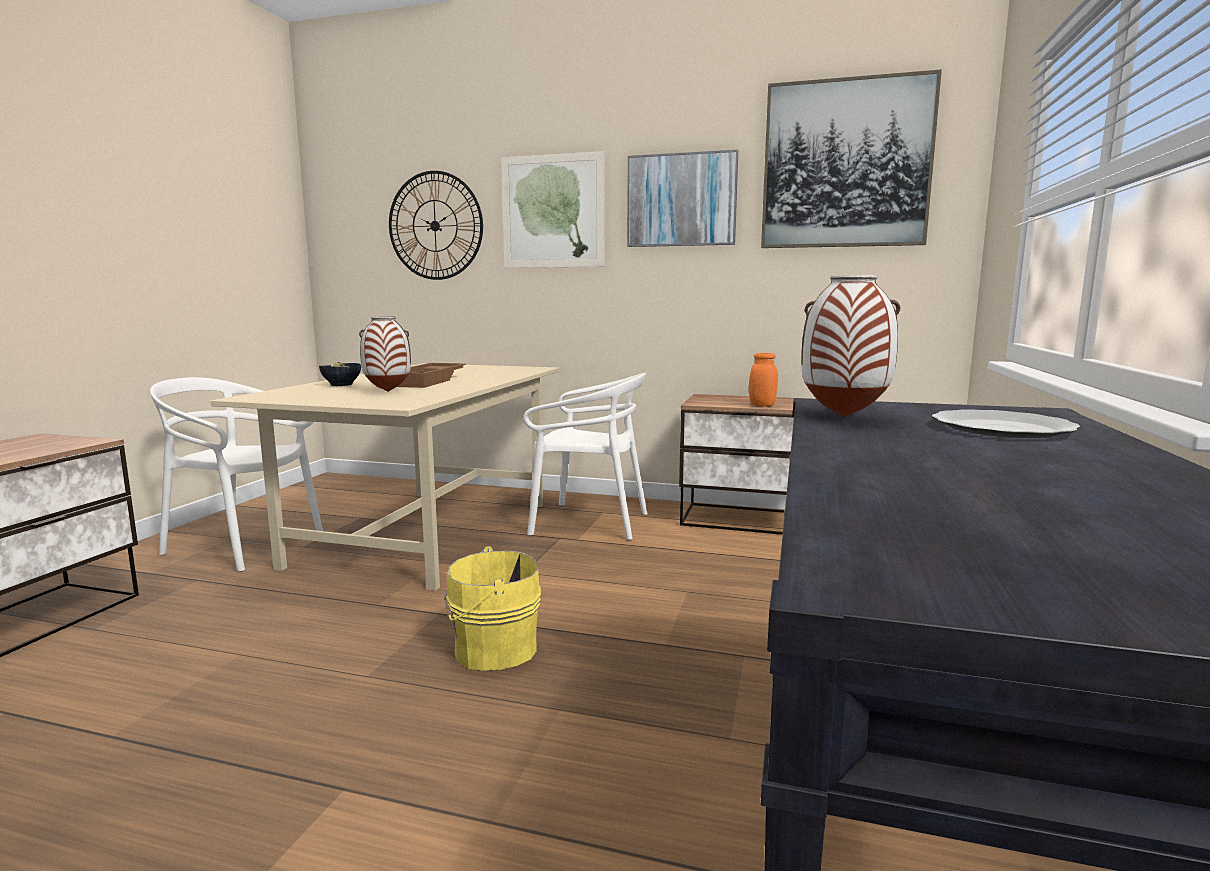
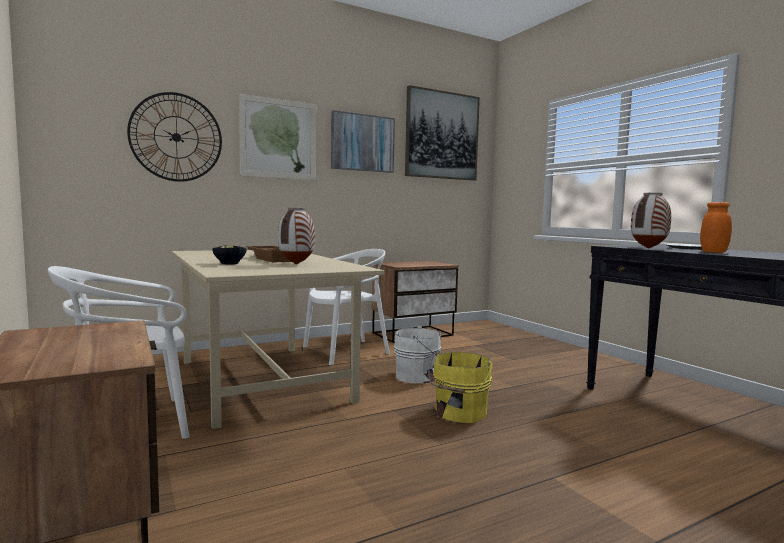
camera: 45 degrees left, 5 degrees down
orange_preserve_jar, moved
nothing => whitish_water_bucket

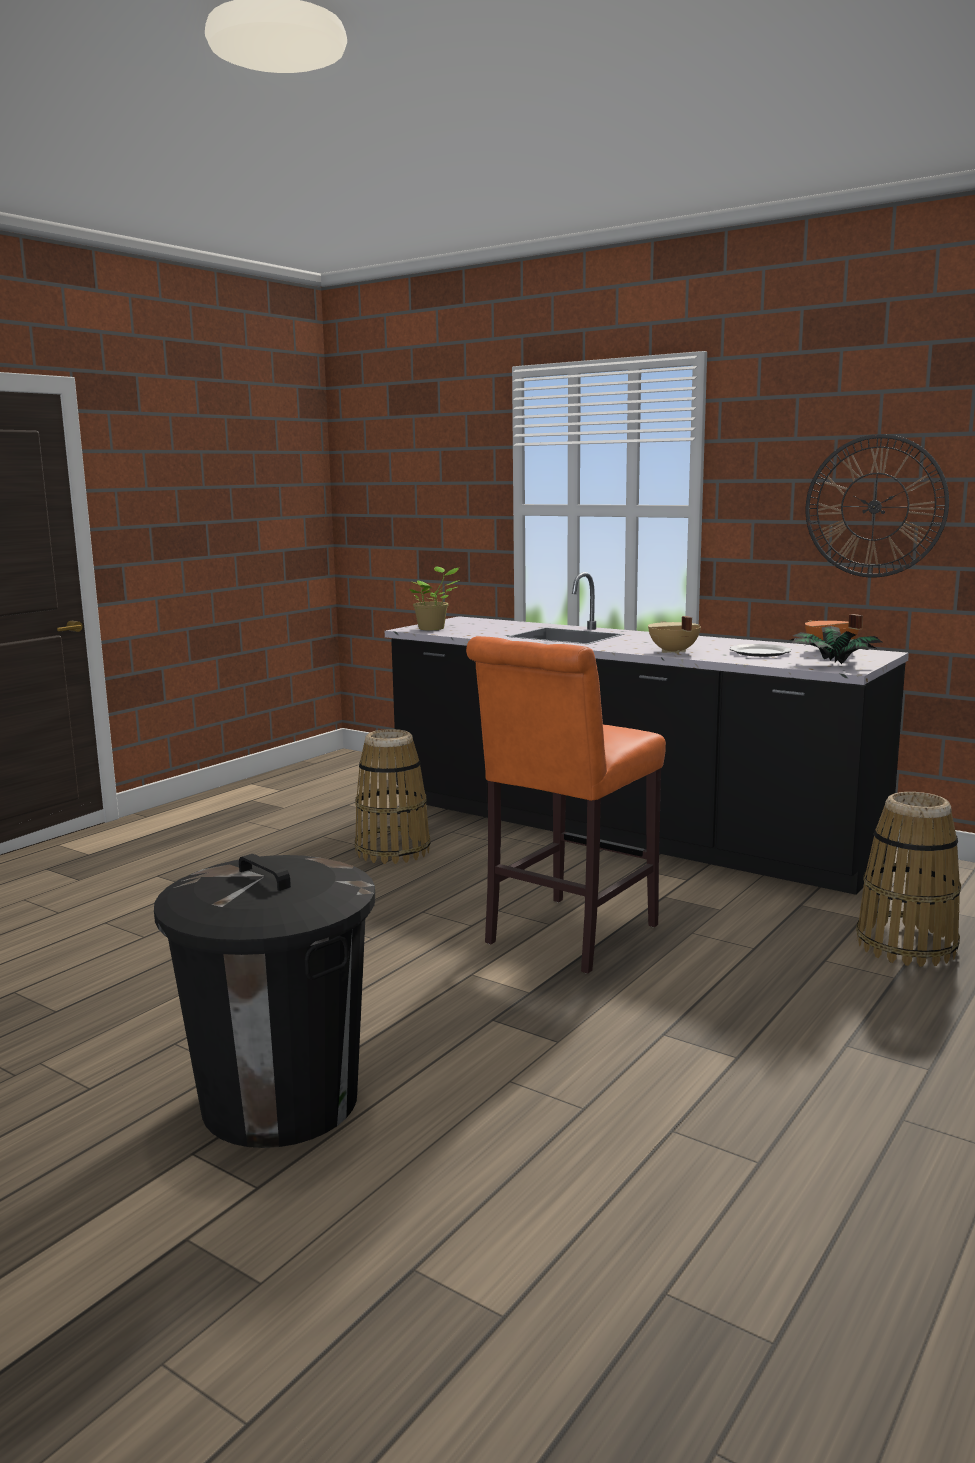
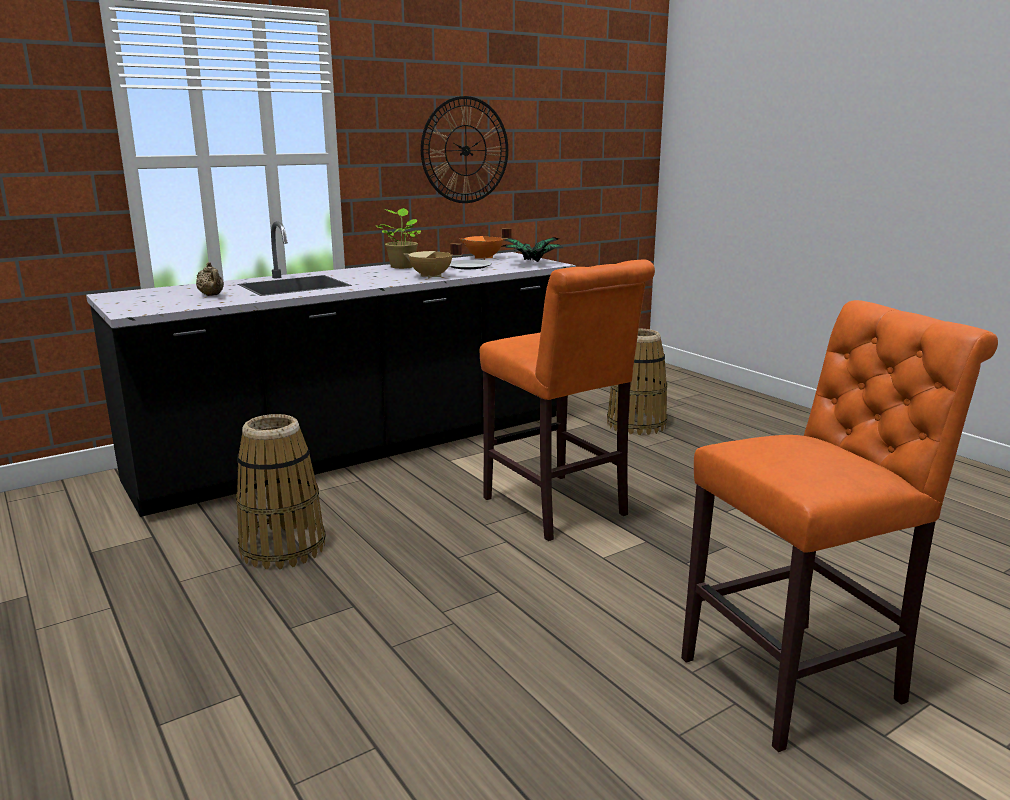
camera: 70 degrees left, 5 degrees up
houseplant (1st from left), moved
black-coloured_rubbish_bin => orange_stool (2nd from left)
nothing => sand-coloured_tea_pot

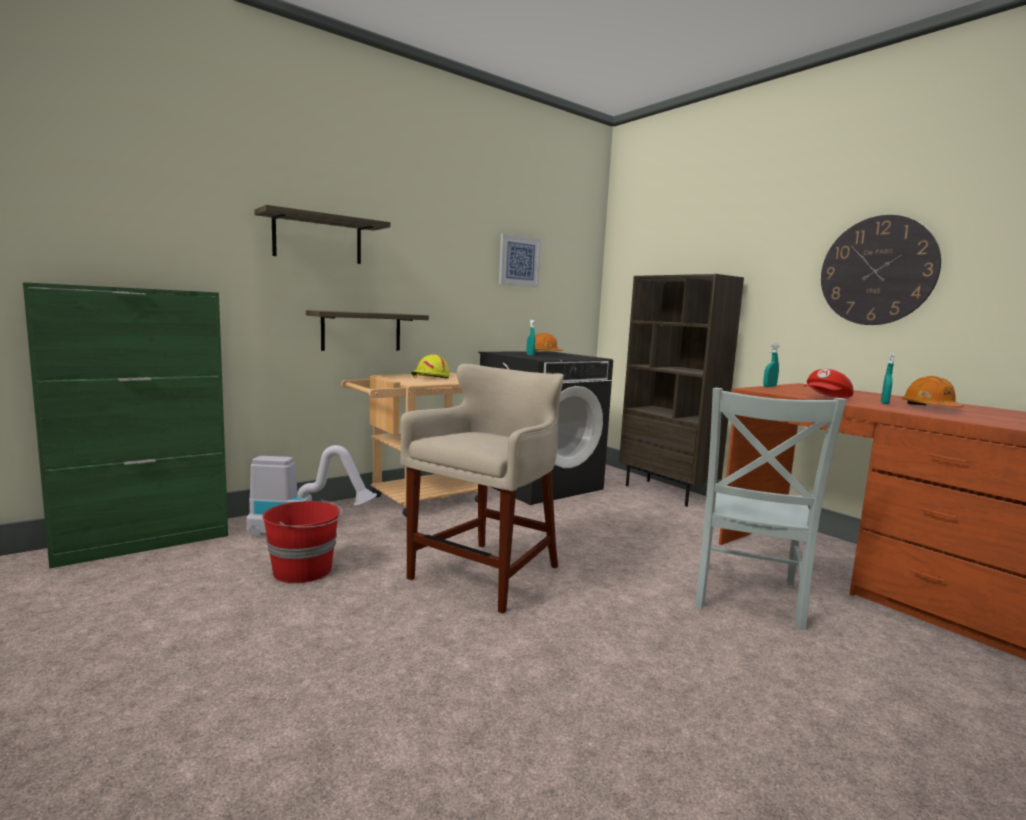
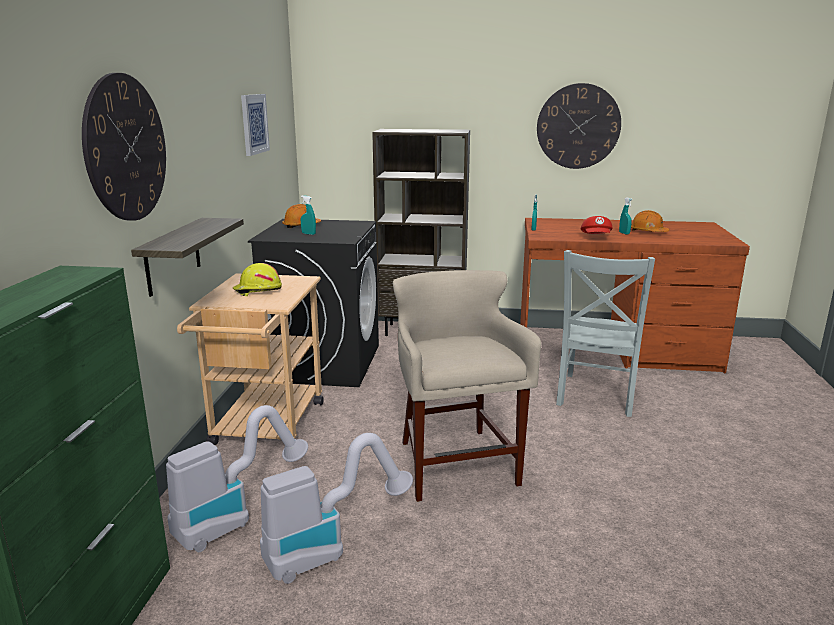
camera: 45 degrees left, 10 degrees up
bracket_shelf (1st from left) => wall_clock (1st from left)
greyish_chair, 45 degrees clockwise
reddish_water_bucket => vacuum (2nd from left)

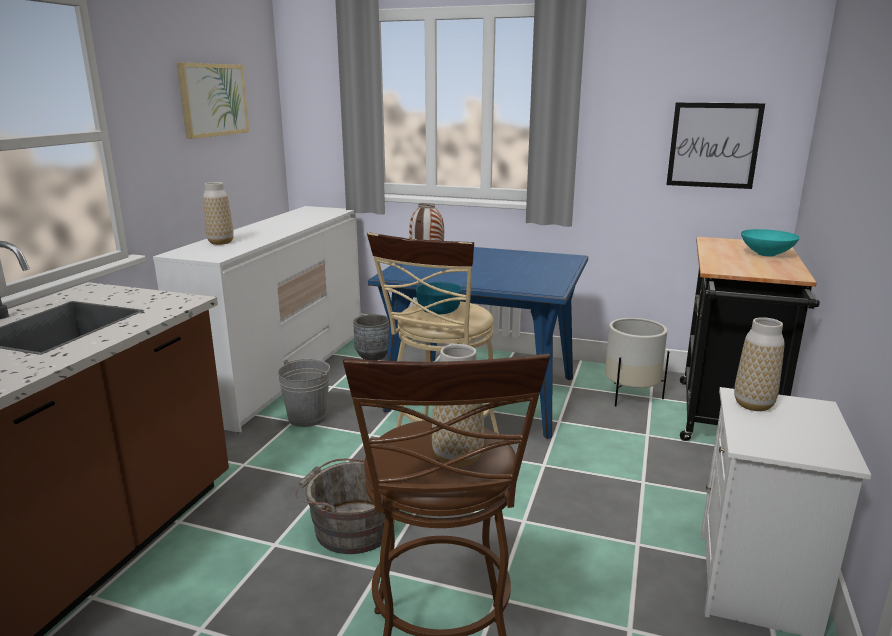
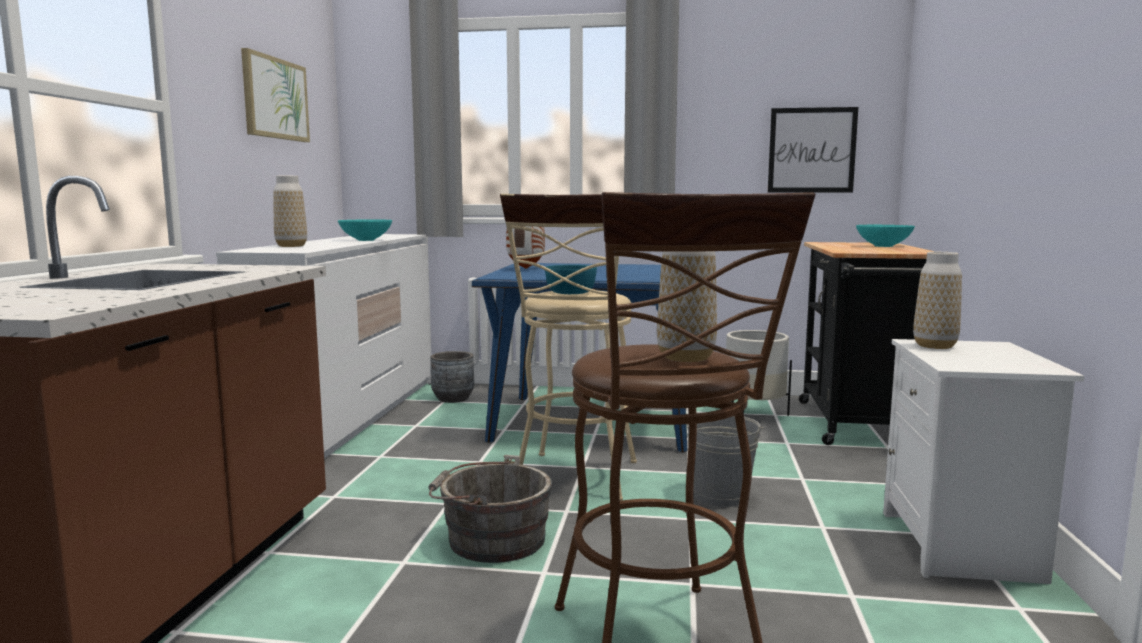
camera: 10 degrees left, 10 degrees down
greyish_water_bucket (1st from left in the first image) => greyish_water_bucket (2nd from left), moved
nothing => blue-green_deep_dish (1st from left)

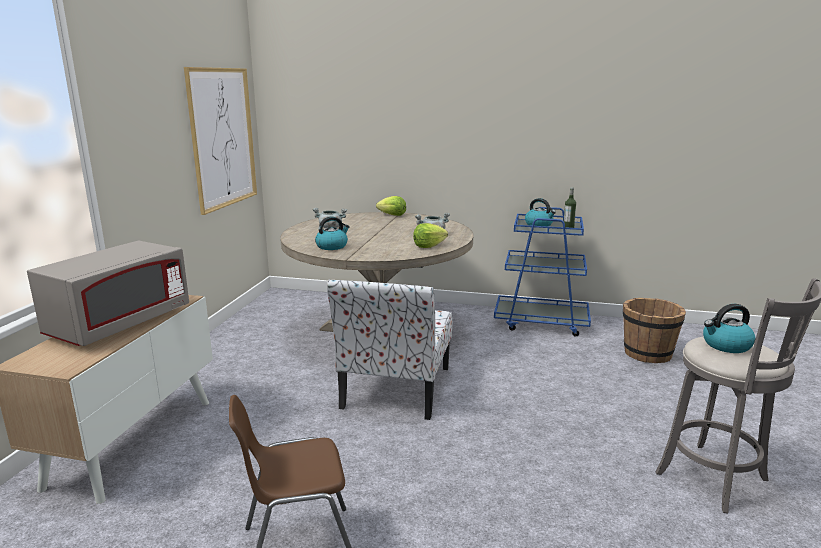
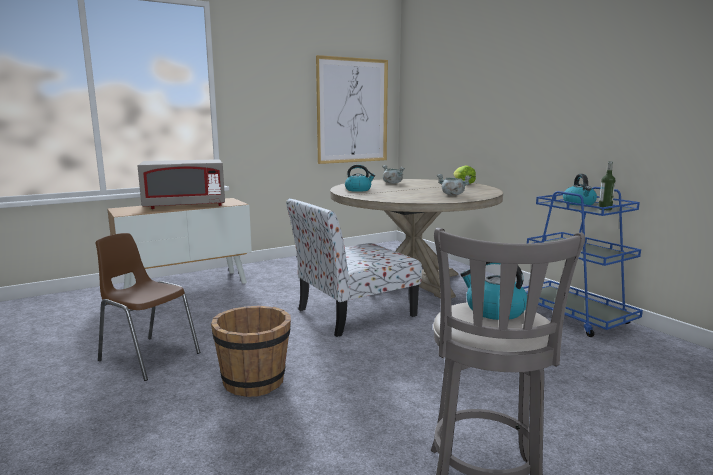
camera: 45 degrees right, 5 degrees down
lettuce (2nd from left) => nothing
brown-coloured_water_bucket, moved

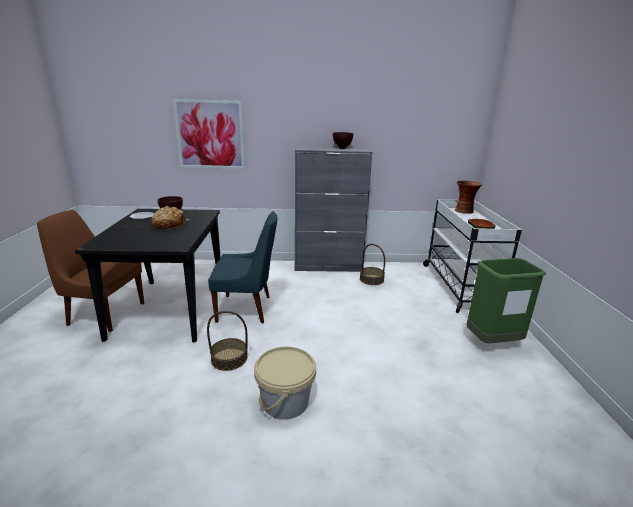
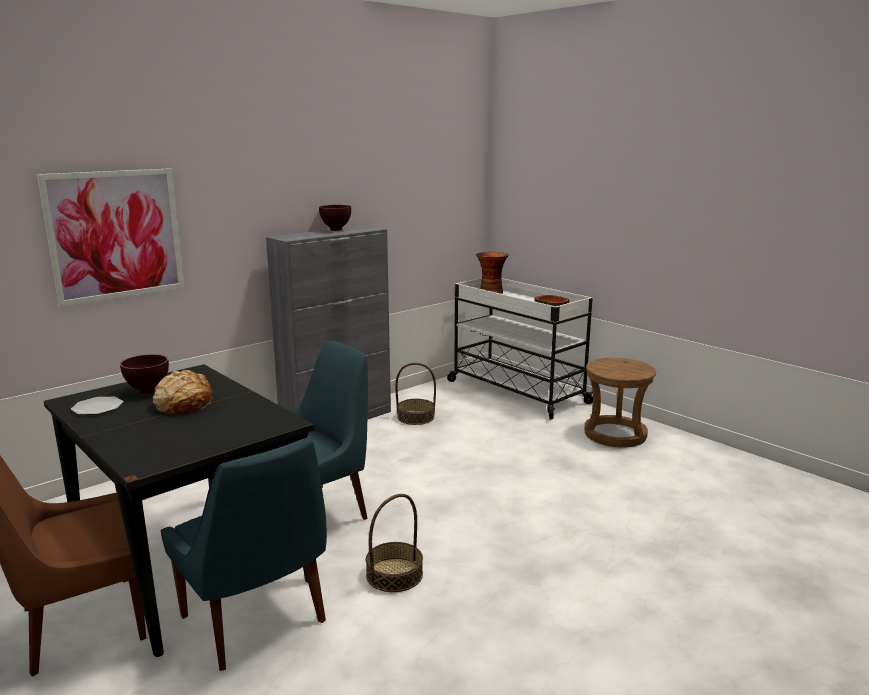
camera: 40 degrees left, 5 degrees down
greenish_rubbish_bin => brown-coloured_stool
sand-coloured_water_bucket => nothing
nothing => blue-coloured_chair (1st from left)

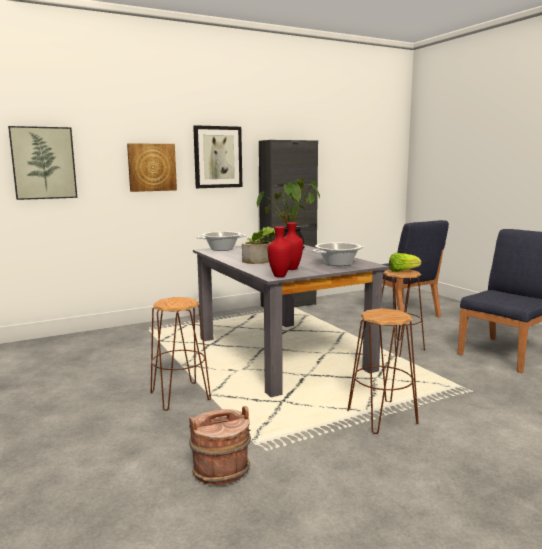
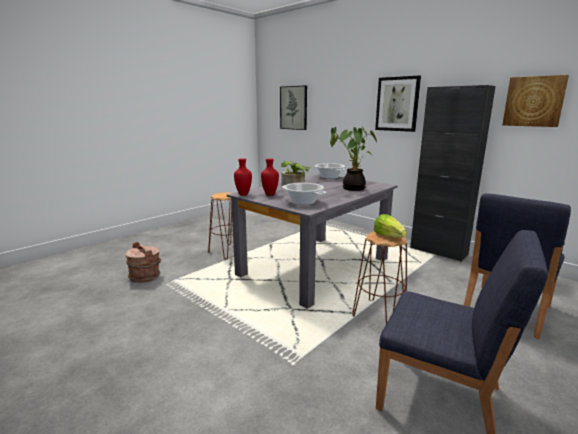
camera: 70 degrees right, 5 degrees up
picture (2nd from left in the first image) => picture (3rd from left), moved
brown-coloured_stool (2nd from left) => nothing

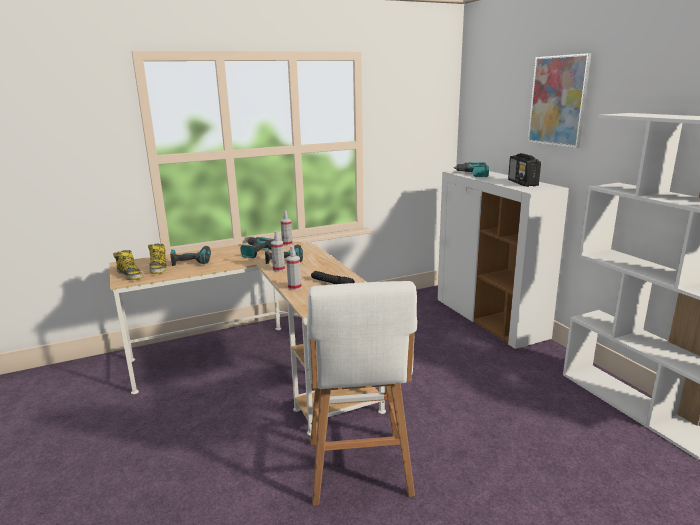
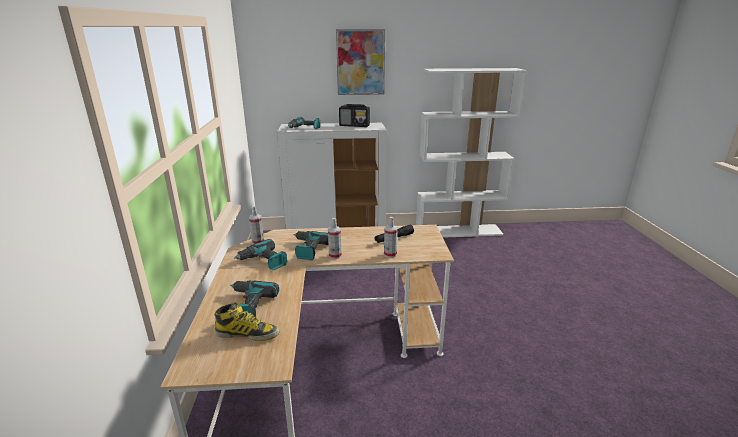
camera: 70 degrees left, 5 degrees up
boot (1st from left) => nothing
whitish_stool => nothing

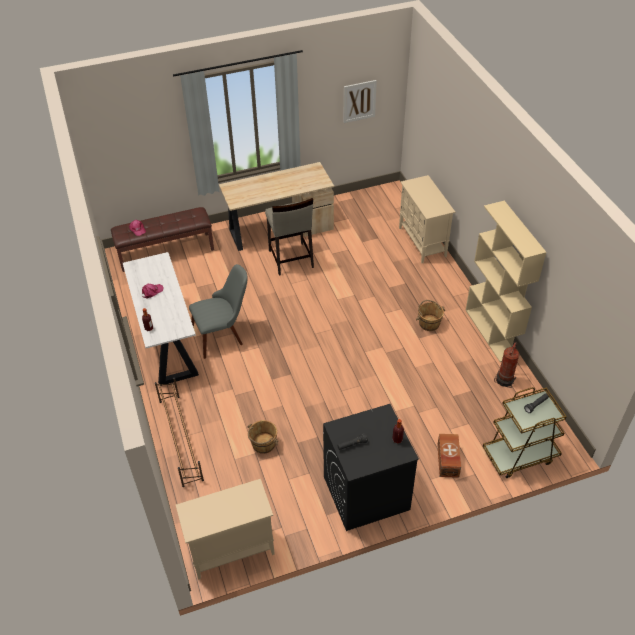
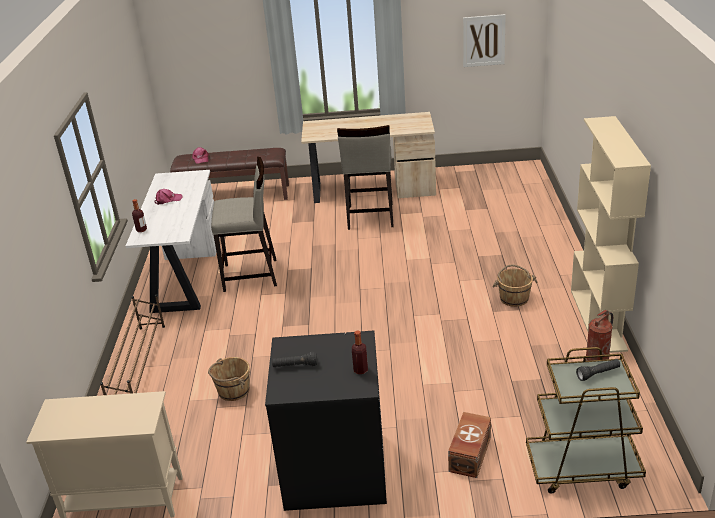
camera: 20 degrees right, 15 degrees down
sand-coloured_cupboard (2nd from left) => nothing
greyish_chair => sand-coloured_stool (1st from left)

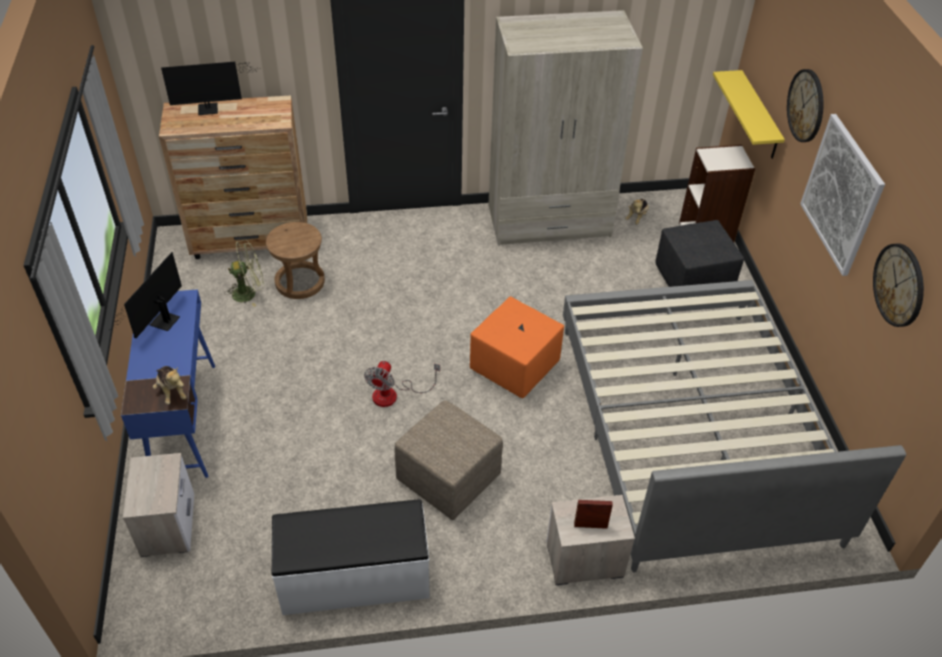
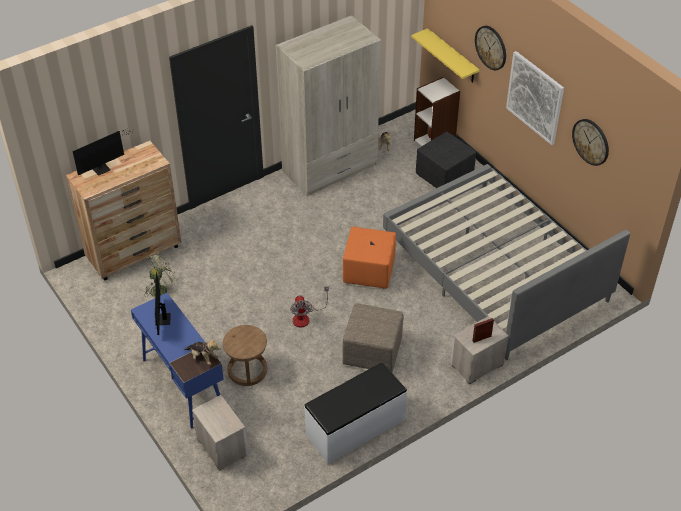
camera: 25 degrees left, 0 degrees up
brown-coloured_stool, moved

